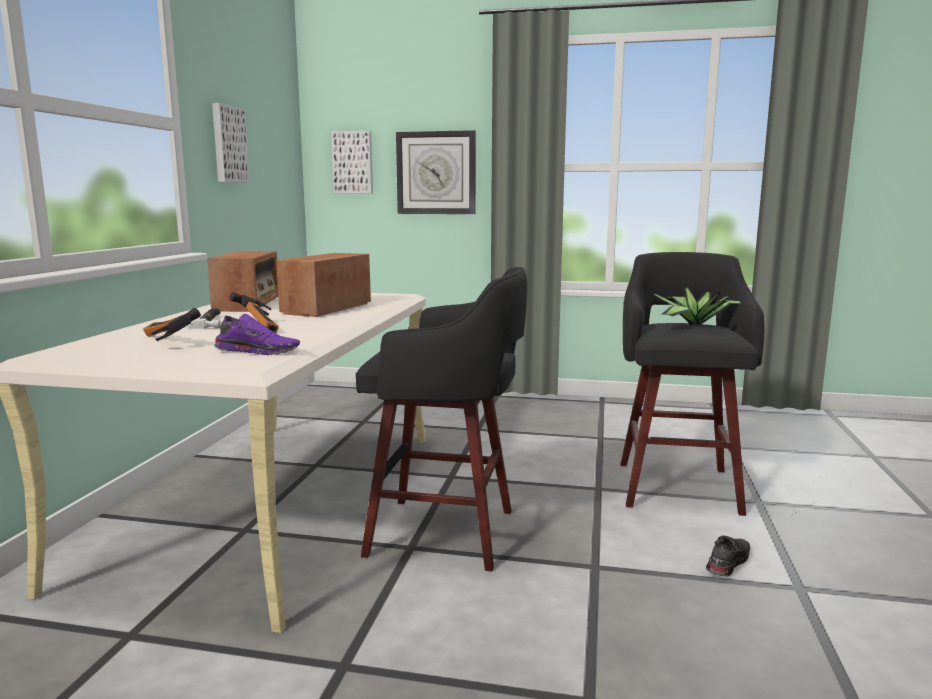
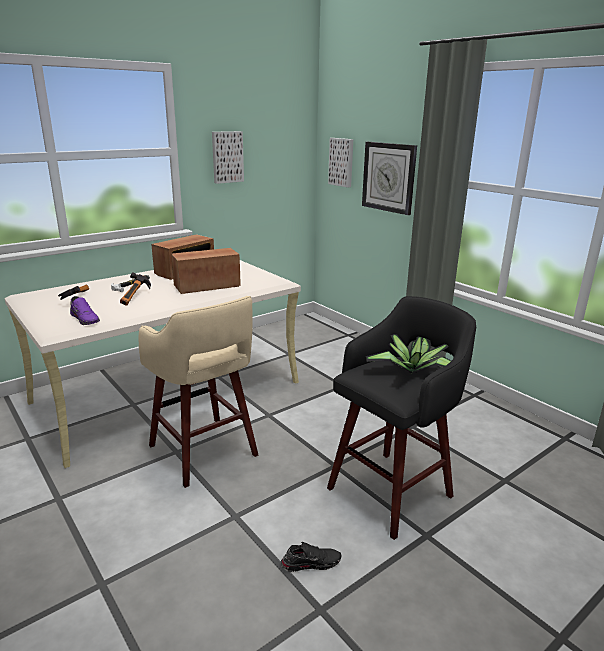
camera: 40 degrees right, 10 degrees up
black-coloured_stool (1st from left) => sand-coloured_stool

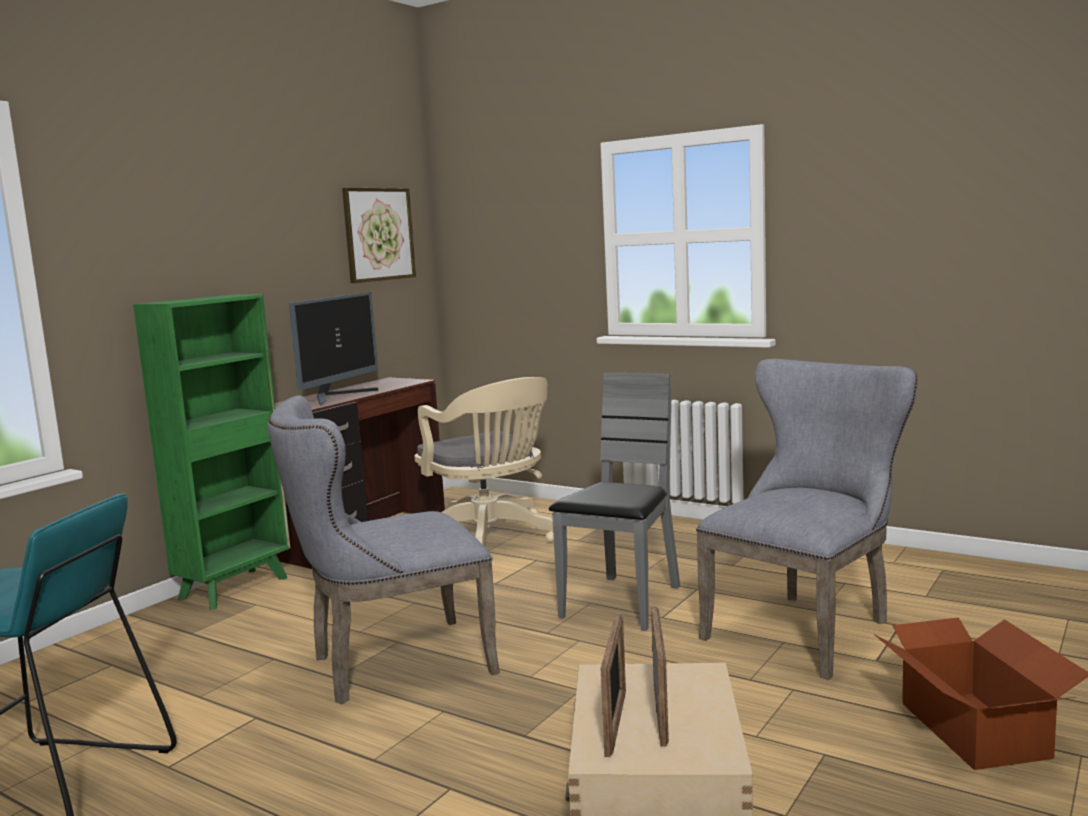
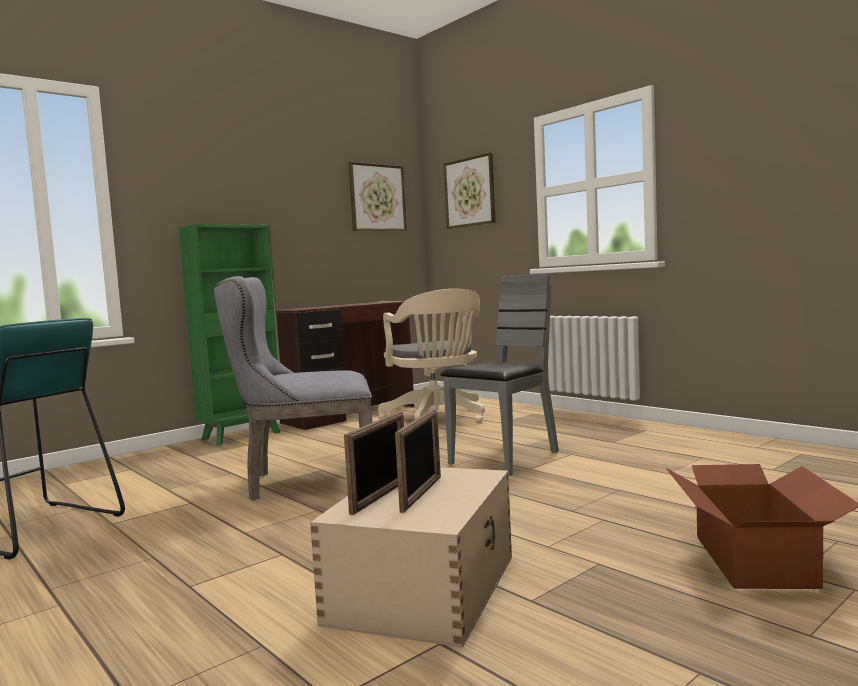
camera: 15 degrees right, 5 degrees down
monitor => nothing
greyish_chair (3rd from left) => nothing
nothing => picture (2nd from left)

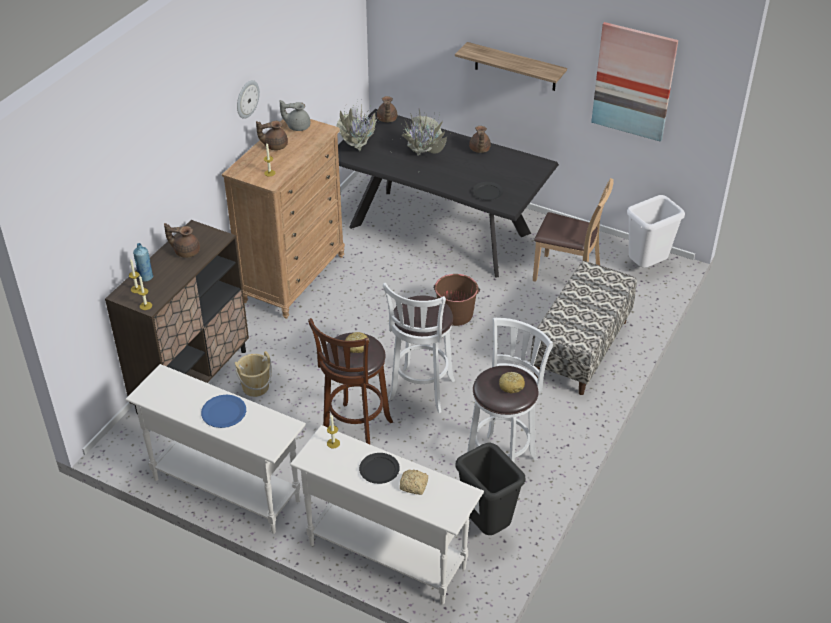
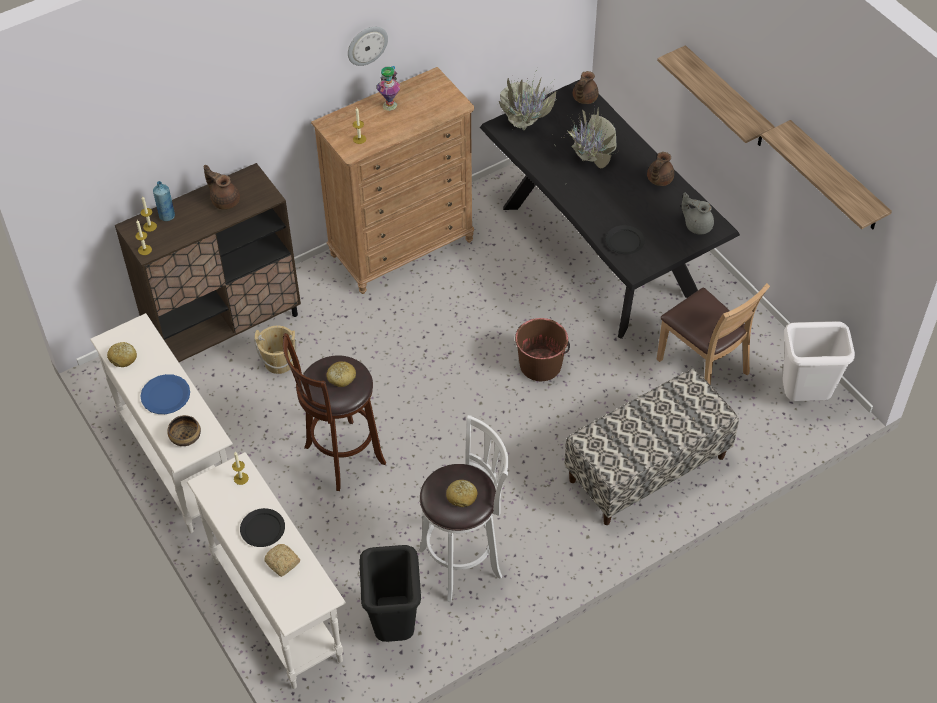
camera: 30 degrees right, 10 degrees up
picture => bracket_shelf (2nd from left)
greyish_tea_pot, moved
brown-coloured_tea_pot (2nd from left) => vase
whitish_stool (1st from left) => nothing
nothing => baked_bread (1st from left)
nothing => deep_dish

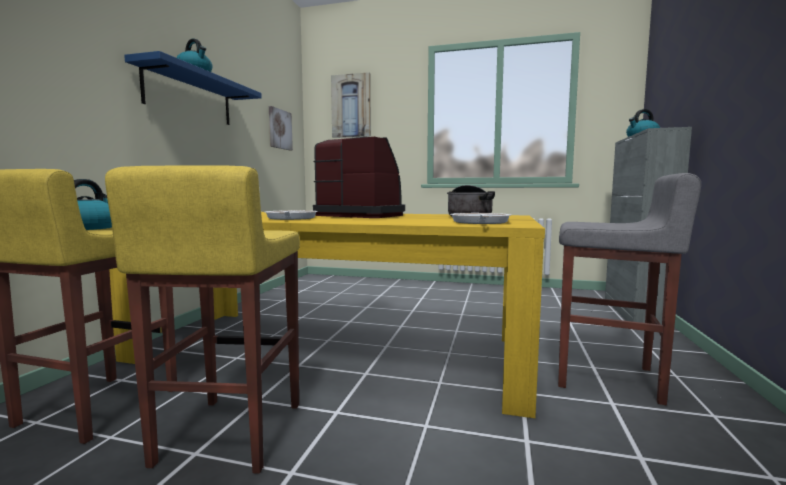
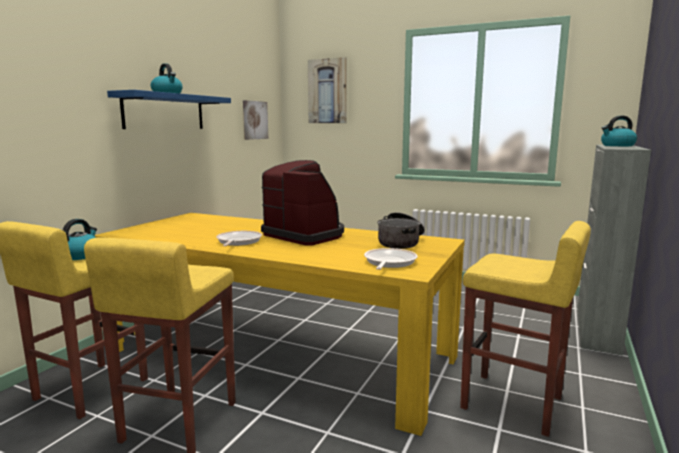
camera: 10 degrees right, 5 degrees up
greyish_stool => yellow_stool (3rd from left)

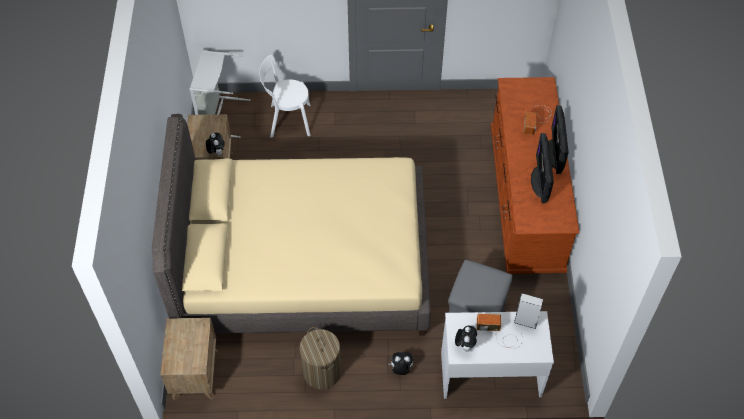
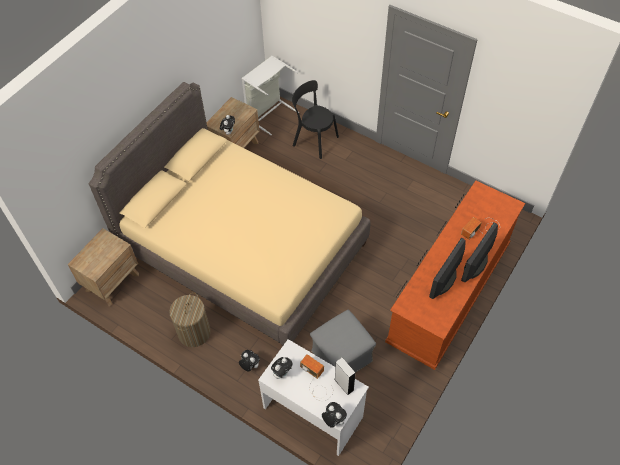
camera: 35 degrees right, 0 degrees up
whitish_chair => black-coloured_chair
nothing => cuddly_toy (4th from left)

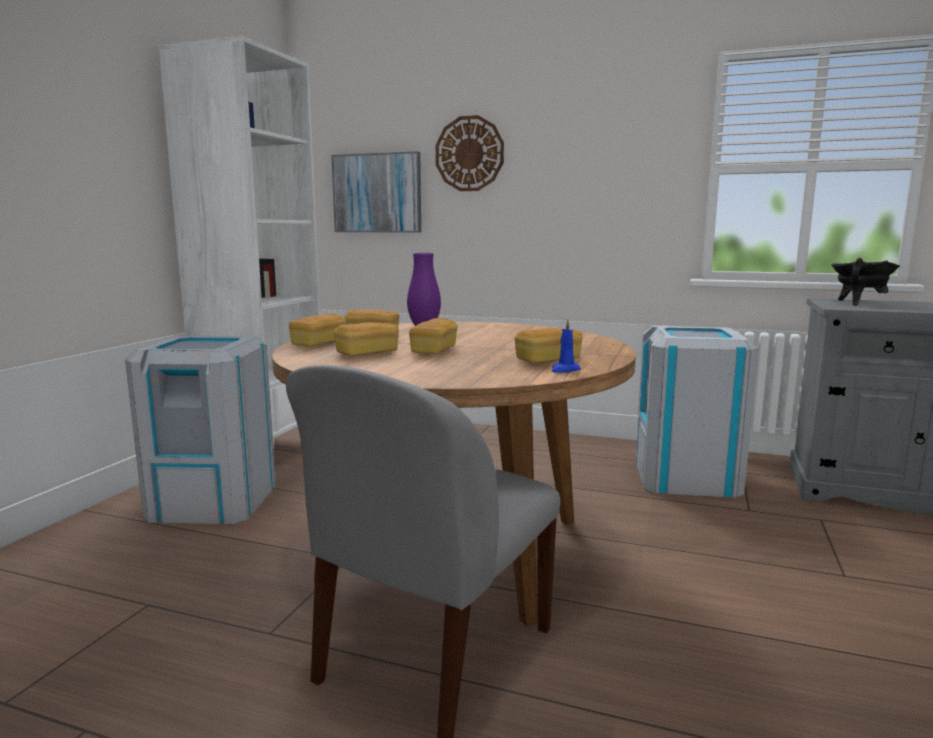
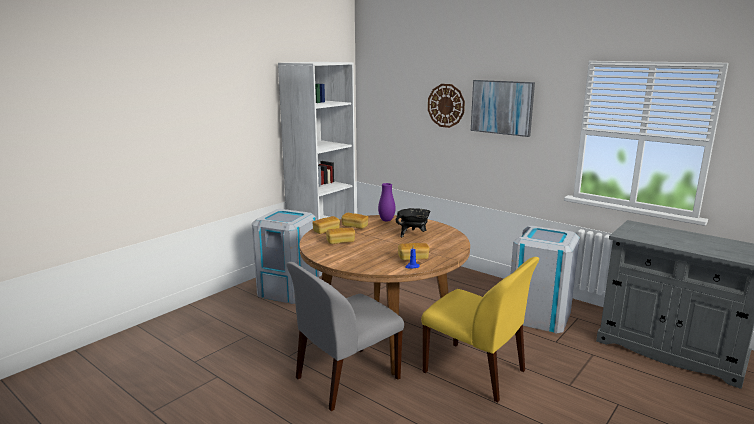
camera: 20 degrees right, 5 degrees up
picture, moved
black-coloured_saucepot, moved
baked_bread (4th from left) => nothing
nothing => yellow_chair

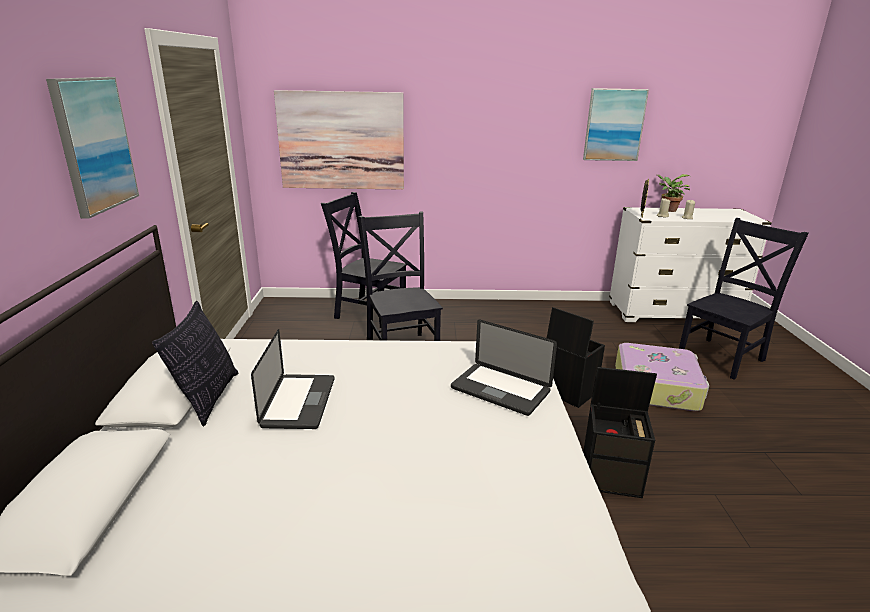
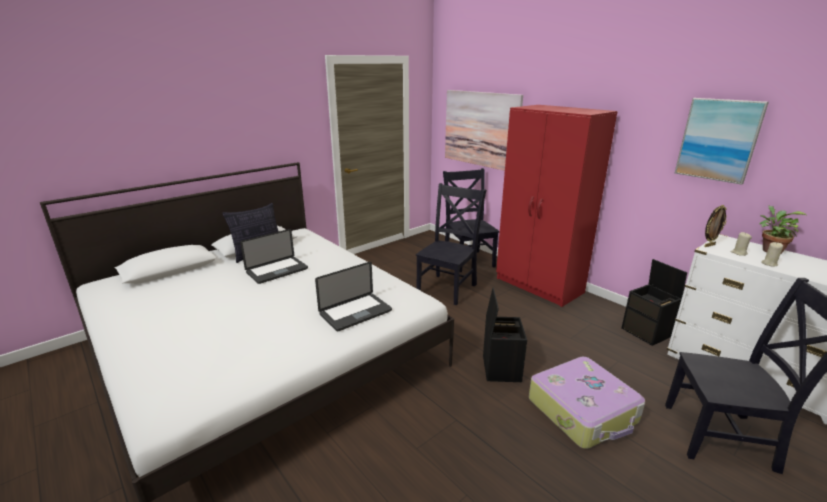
camera: 50 degrees right, 0 degrees up
picture (1st from left) => nothing
laptop (2nd from left), 120 degrees counterclockwise
black-coloured_storage_bin (2nd from left), moved
nothing => reddish_armoire

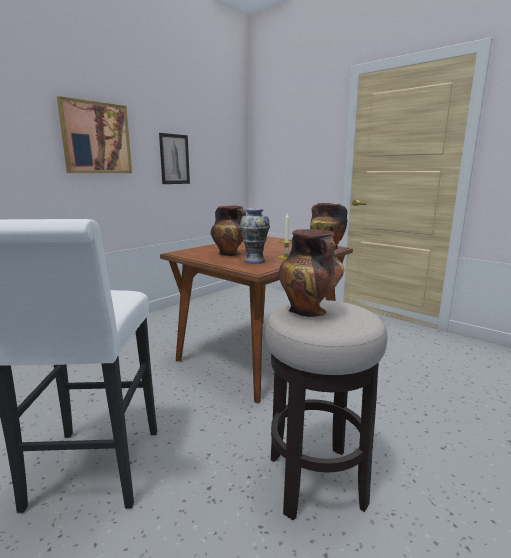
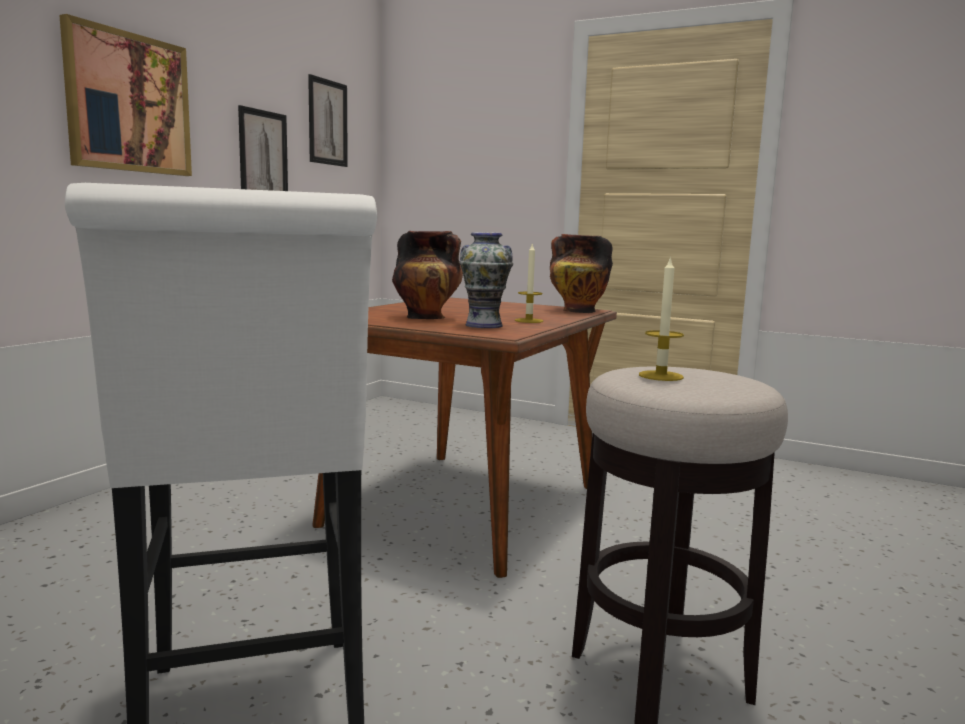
camera: 15 degrees left, 5 degrees down
vase (3rd from left) => wax_candle (2nd from left)
nothing => picture (3rd from left)

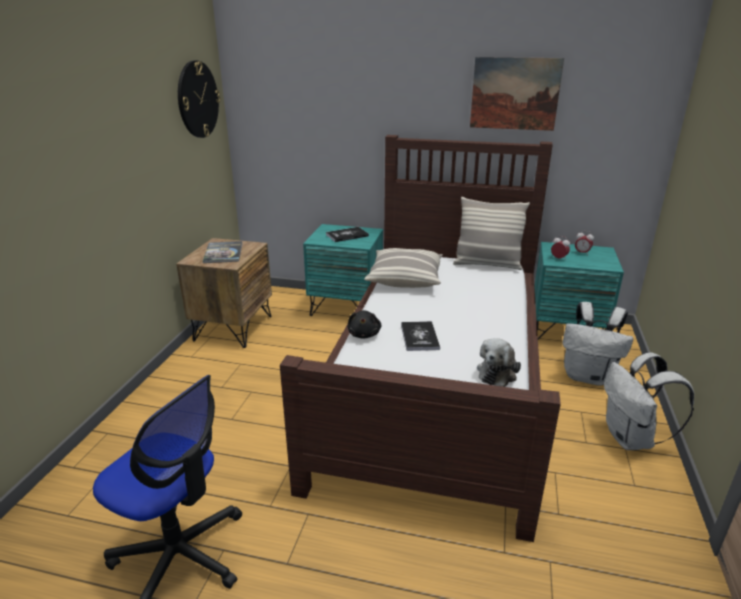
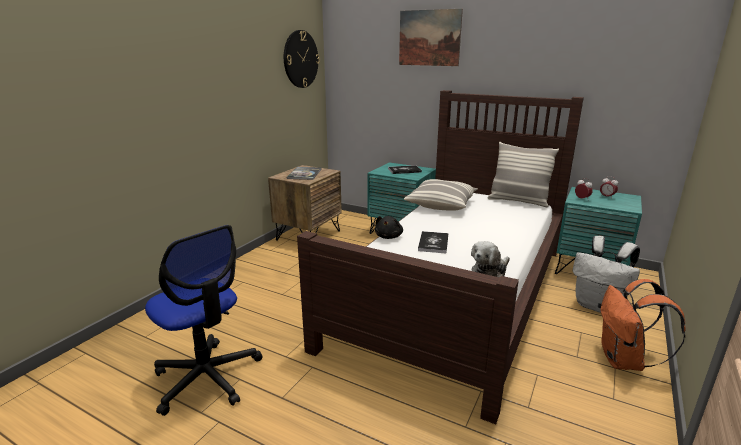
camera: 15 degrees right, 5 degrees down
picture, moved
whitish_backpack (2nd from left) => orange_backpack

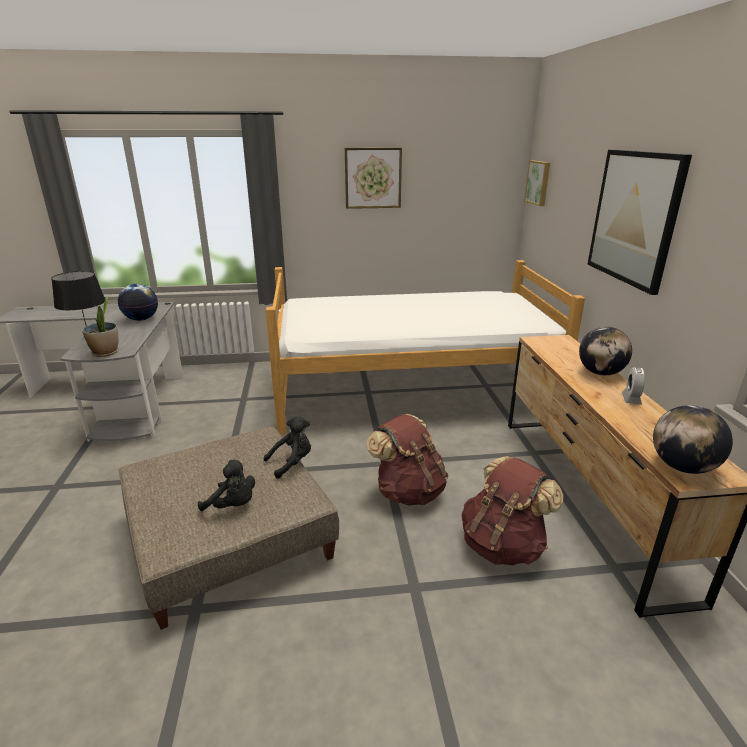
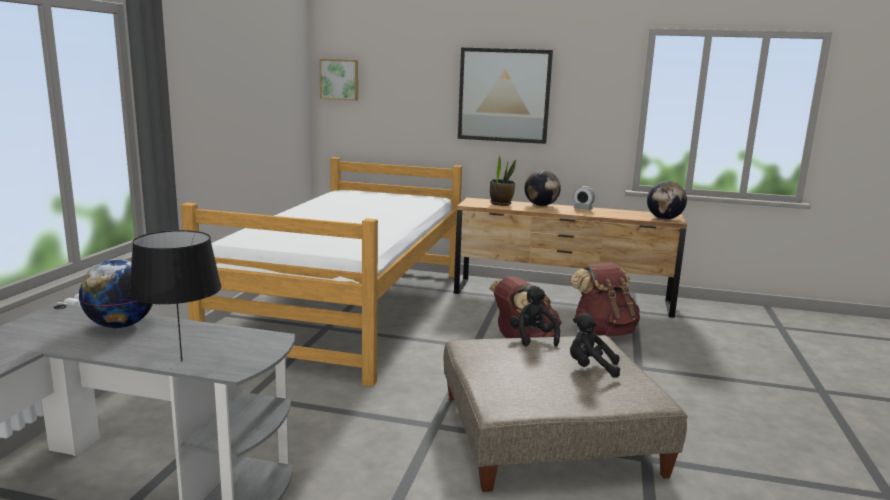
camera: 70 degrees left, 10 degrees down
picture (1st from left) => nothing
houseplant, moved
black-coloured_cuddly_toy (1st from left in the first image) => black-coloured_cuddly_toy (2nd from left), 120 degrees counterclockwise

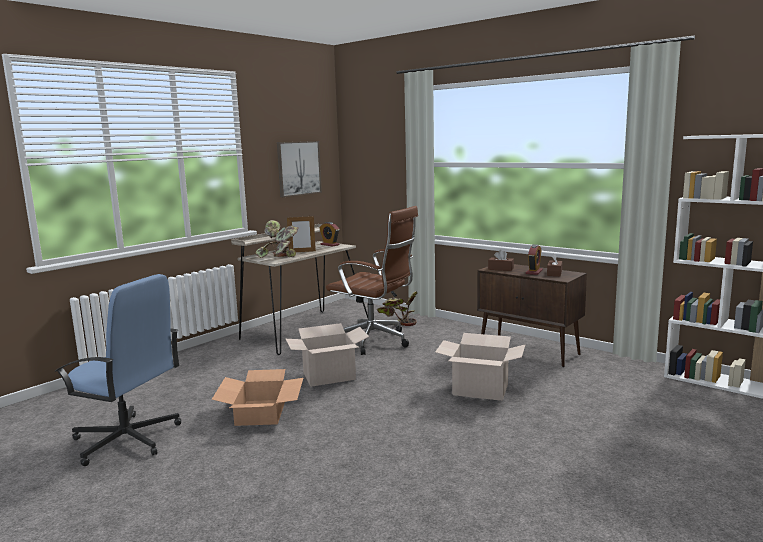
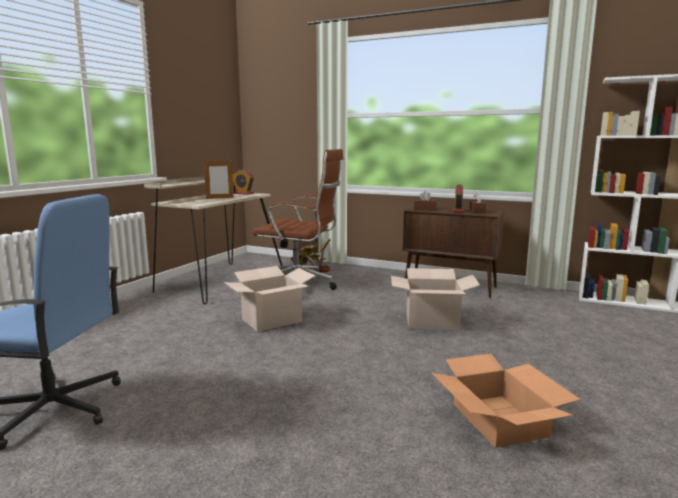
camera: 15 degrees left, 0 degrees up
picture => nothing
houseplant (1st from left) => nothing
cardboard_box (1st from left in the first image) => cardboard_box (3rd from left), moved

